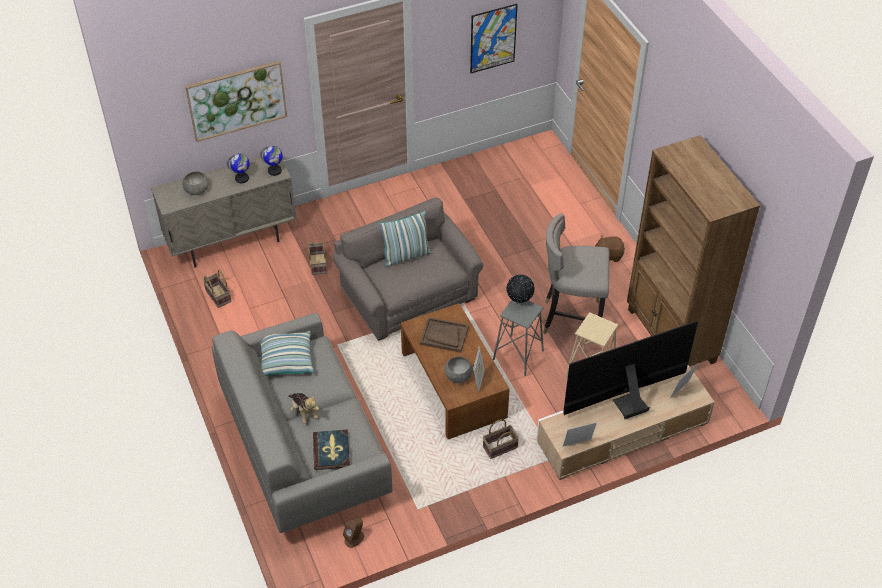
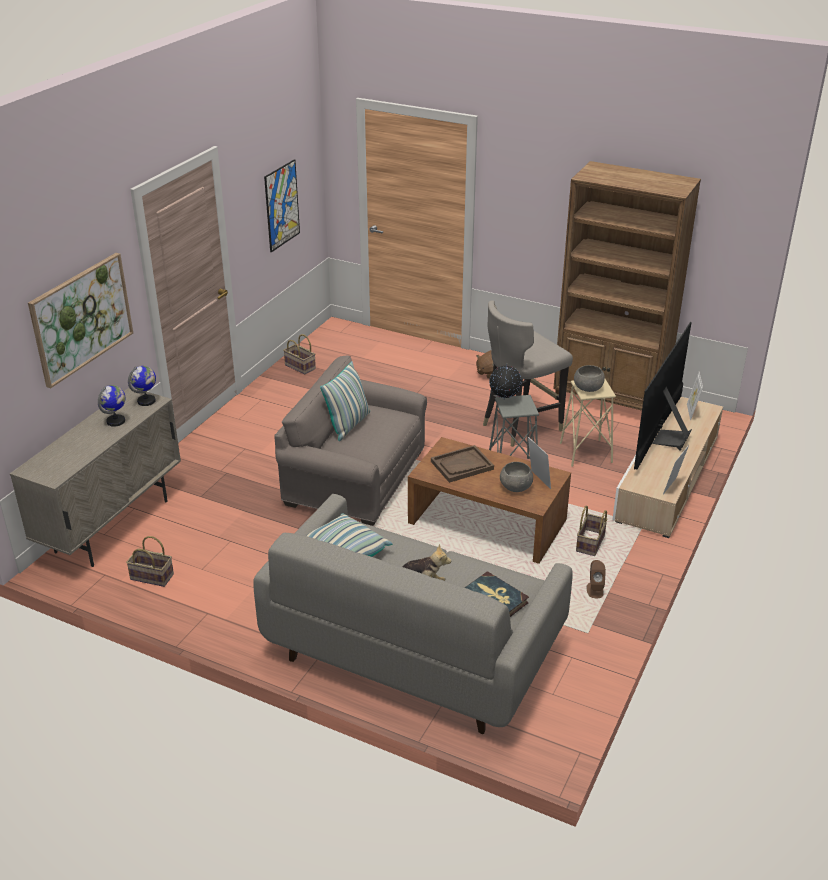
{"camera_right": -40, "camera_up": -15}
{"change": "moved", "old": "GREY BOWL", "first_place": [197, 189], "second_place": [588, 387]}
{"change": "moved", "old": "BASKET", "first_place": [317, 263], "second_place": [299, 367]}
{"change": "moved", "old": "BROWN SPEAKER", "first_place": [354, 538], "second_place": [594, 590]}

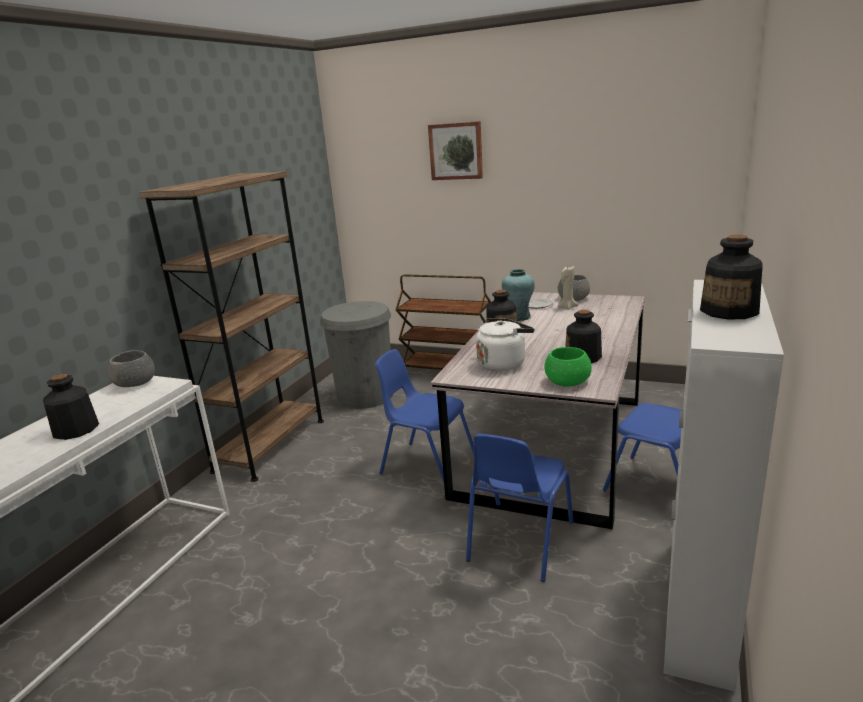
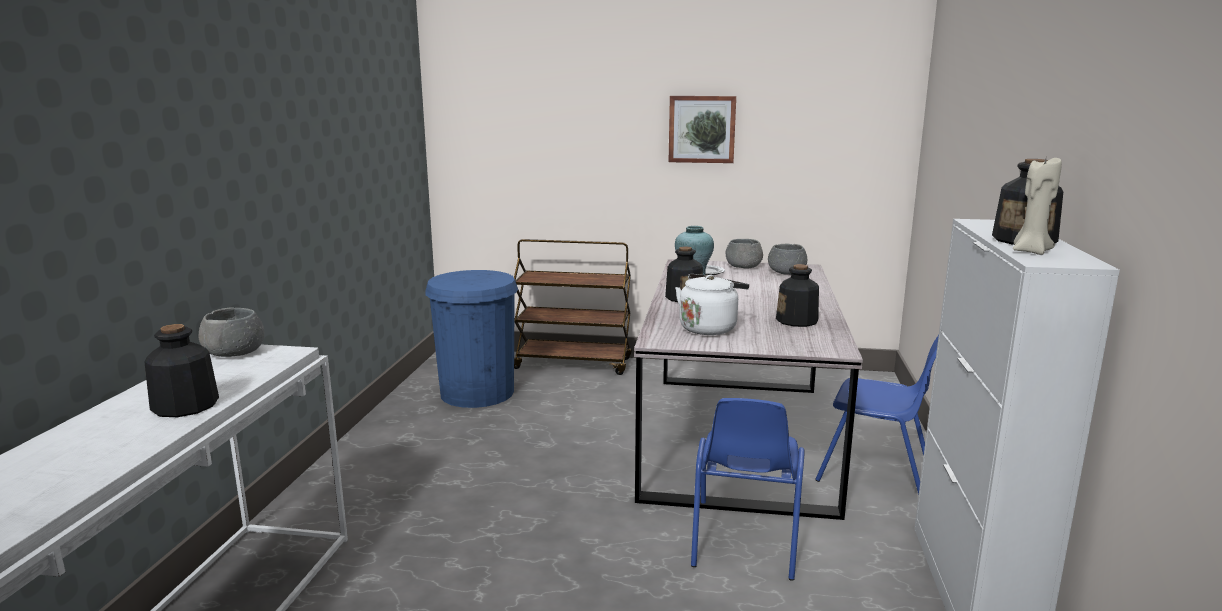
{"camera_right": -15, "camera_up": -5}
{"change": "moved", "old": "PICTURE", "first_place": [456, 151], "second_place": [702, 129]}
{"change": "removed", "old": "BROWN BOOKCASE", "first_place": [270, 445]}
{"change": "moved", "old": "BEIGE CANDLE", "first_place": [567, 307], "second_place": [1030, 251]}
{"change": "recoloured", "old": "GREY TRASH CAN", "new": "BLUE TRASH CAN", "first_place": [365, 396], "second_place": [477, 393]}
{"change": "removed", "old": "GREEN BOWL", "first_place": [568, 381]}
{"change": "removed", "old": "BLUE CHAIR", "first_place": [427, 464]}
{"change": "added", "new": "GREY BOWL", "second_place": [787, 272]}

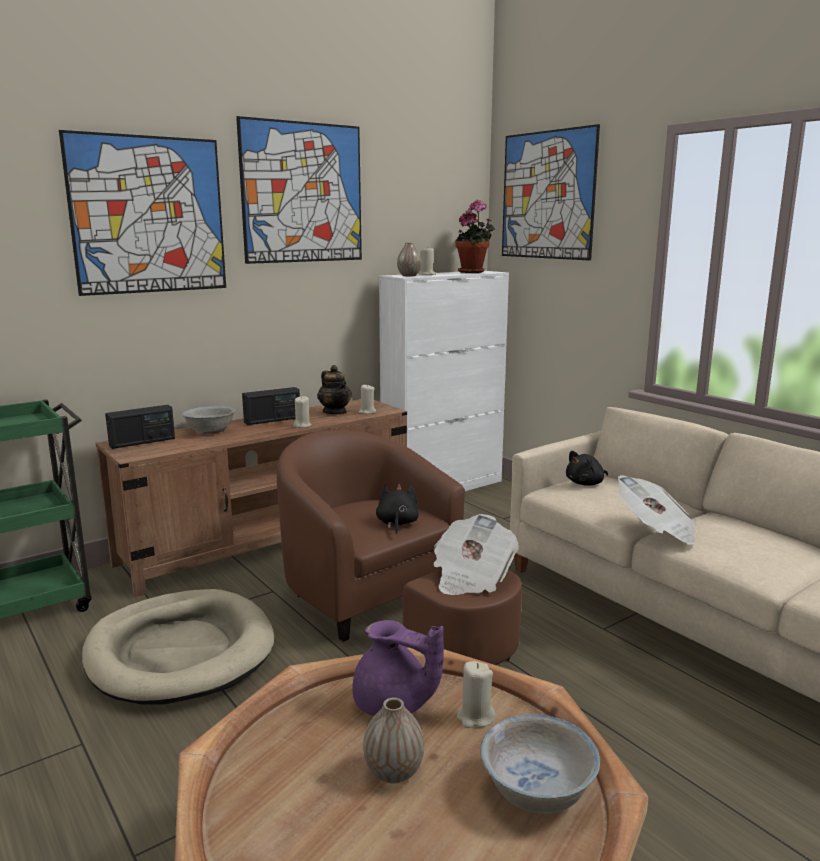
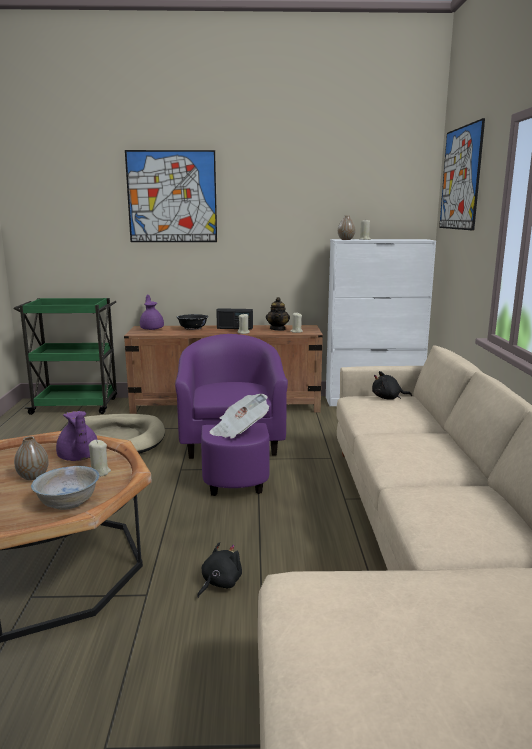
{"camera_right": 35, "camera_up": 0}
{"change": "removed", "old": "PICTURE", "first_place": [303, 193]}
{"change": "removed", "old": "POTTED PLANT", "first_place": [473, 272]}
{"change": "replaced", "old": "RADIO", "new": "PURPLE TEAPOT", "first_place": [142, 442], "second_place": [152, 328]}
{"change": "recoloured", "old": "WHITE BOWL", "new": "BLACK BOWL", "first_place": [210, 431], "second_place": [192, 328]}
{"change": "recoloured", "old": "BROWN ARMCHAIR", "new": "PURPLE ARMCHAIR", "first_place": [386, 610], "second_place": [232, 452]}
{"change": "removed", "old": "NEWSPAPER", "first_place": [656, 530]}
{"change": "moved", "old": "BLACK PLUSH TOY", "first_place": [397, 523], "second_place": [219, 583]}

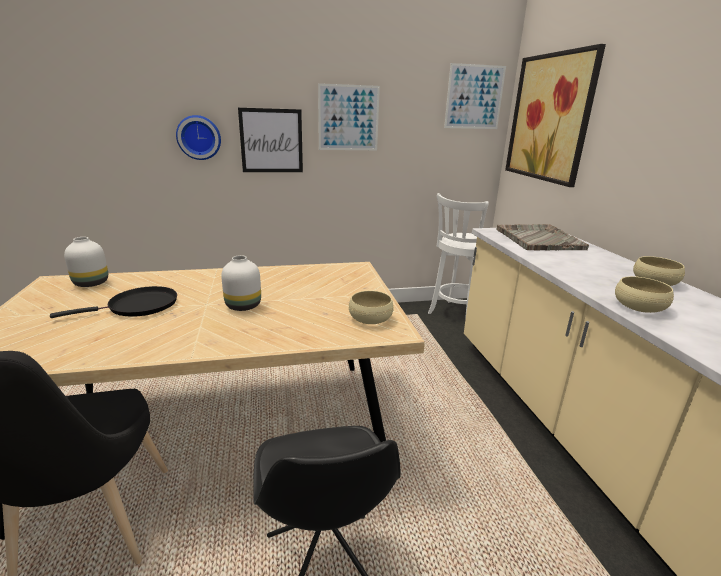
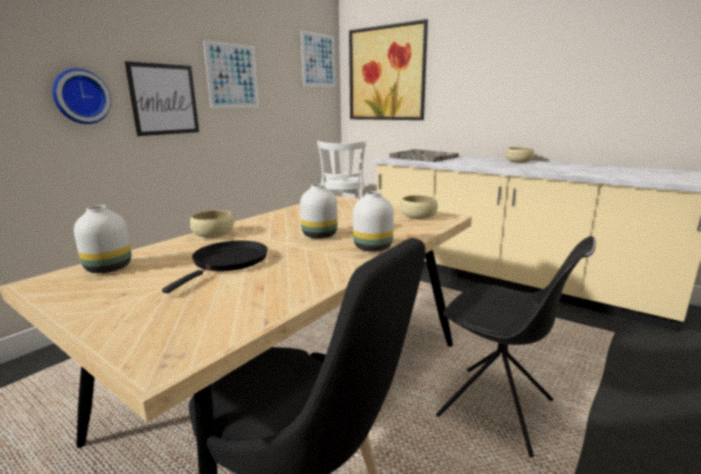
{"camera_right": -40, "camera_up": -5}
{"change": "moved", "old": "BEIGE BOWL", "first_place": [639, 307], "second_place": [213, 234]}
{"change": "added", "new": "WHITE VASE", "second_place": [373, 248]}

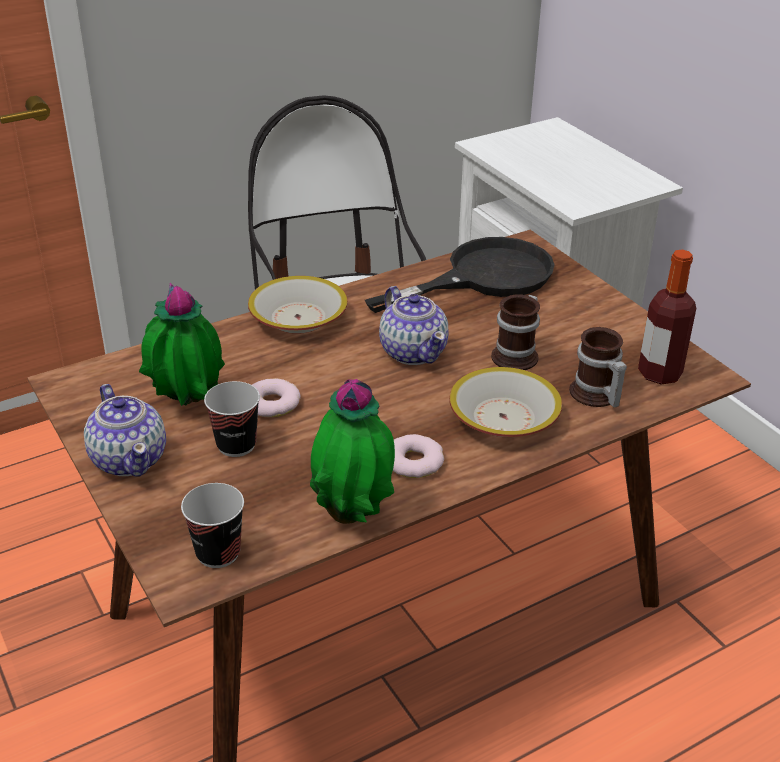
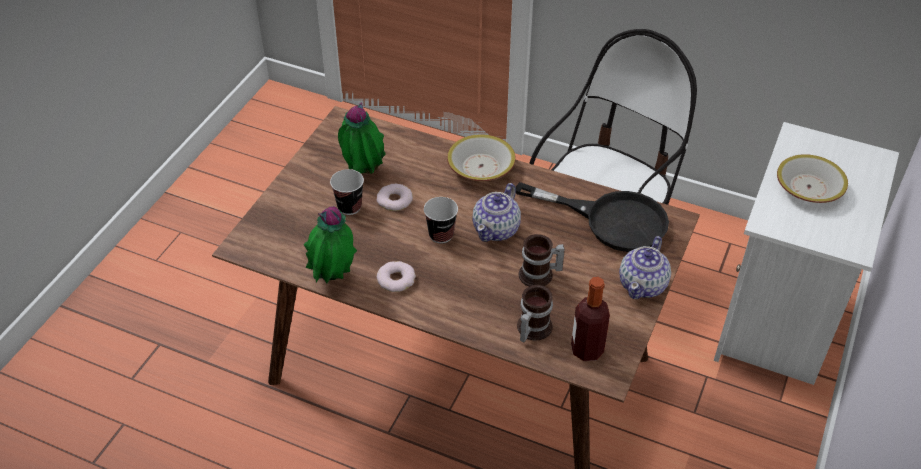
{"camera_right": 55, "camera_up": 10}
{"change": "moved", "old": "BOWL", "first_place": [503, 418], "second_place": [808, 187]}
{"change": "moved", "old": "TEAPOT", "first_place": [129, 459], "second_place": [643, 285]}
{"change": "moved", "old": "CUP", "first_place": [218, 553], "second_place": [441, 235]}

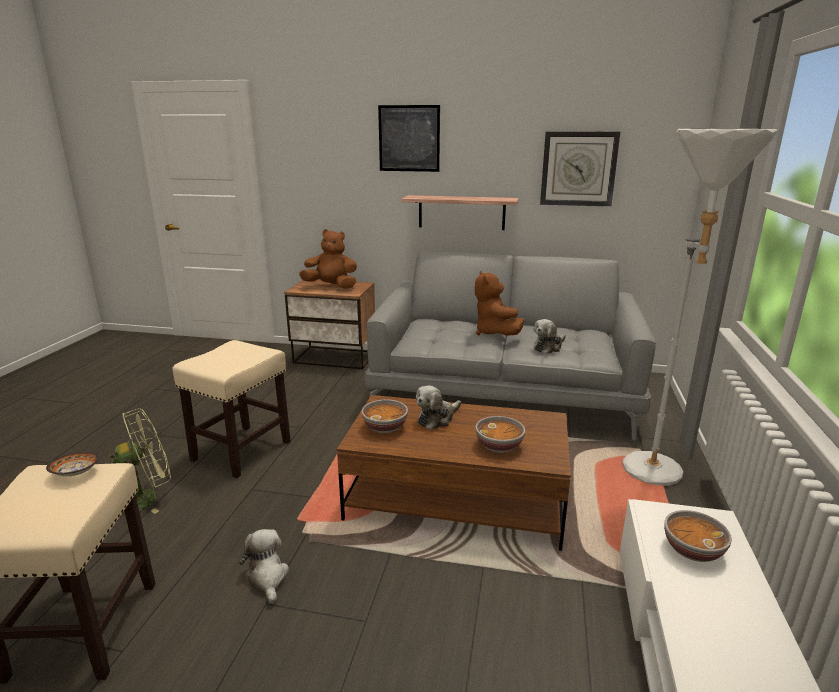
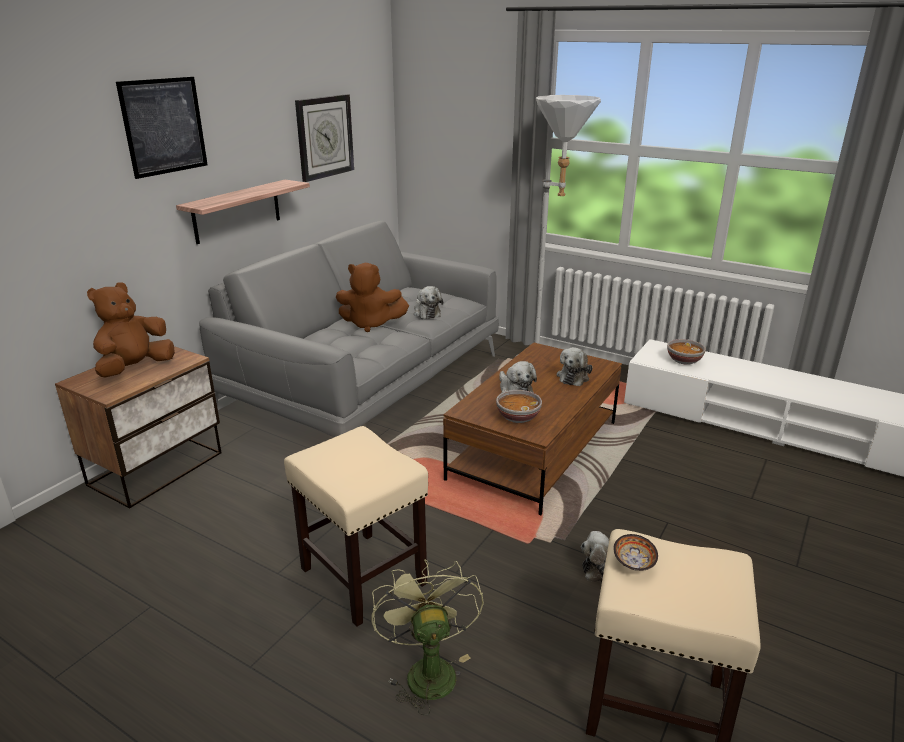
{"camera_right": -70, "camera_up": 5}
{"change": "replaced", "old": "BOWL", "new": "PLUSH TOY", "first_place": [499, 446], "second_place": [573, 376]}

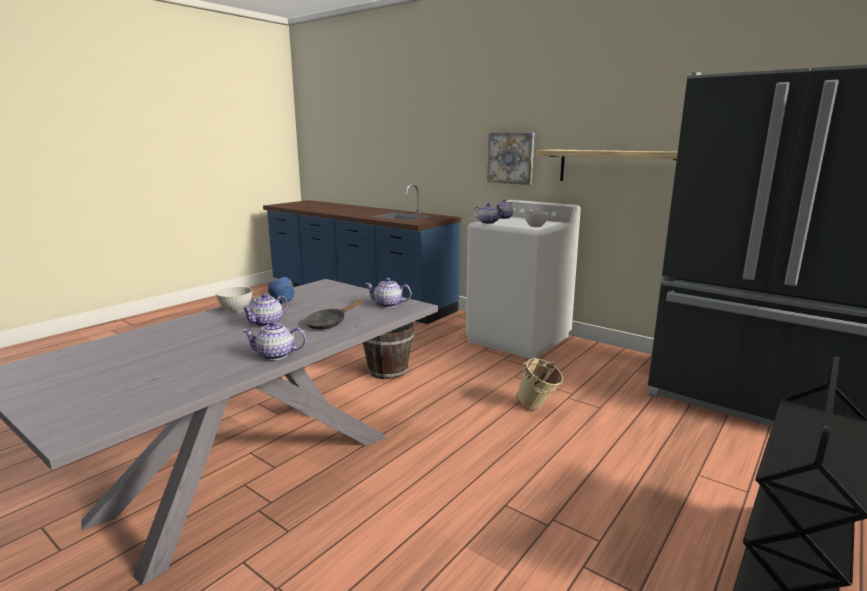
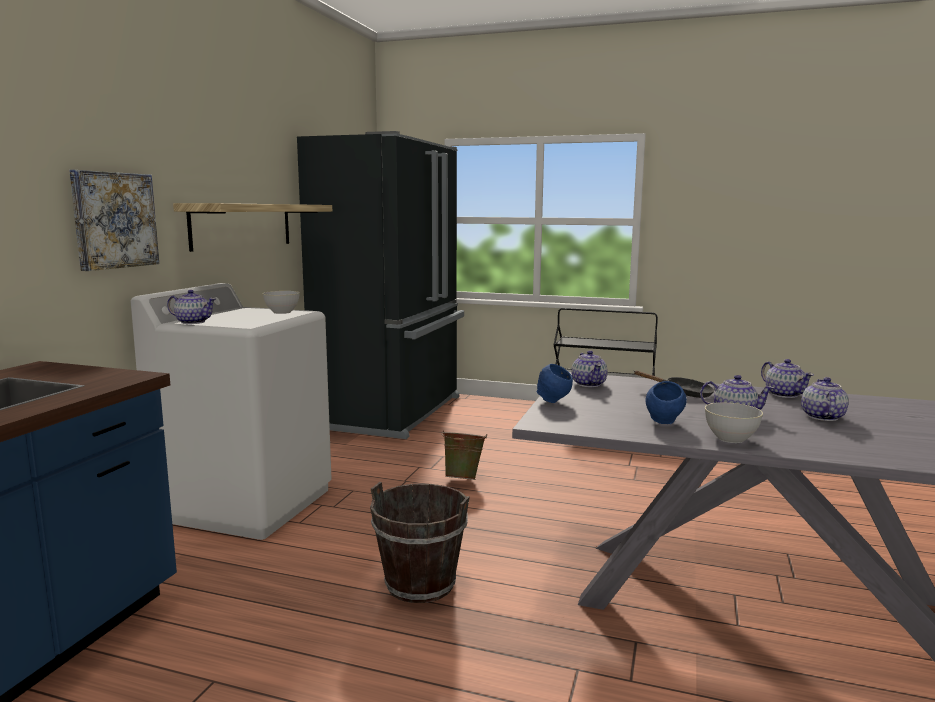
{"camera_right": -110, "camera_up": -5}
{"change": "moved", "old": "TEAPOT", "first_place": [487, 222], "second_place": [822, 417]}
{"change": "recoloured", "old": "BEIGE BUCKET", "new": "GREEN BUCKET", "first_place": [538, 407], "second_place": [463, 479]}
{"change": "added", "new": "BLUE BOWL", "second_place": [554, 402]}

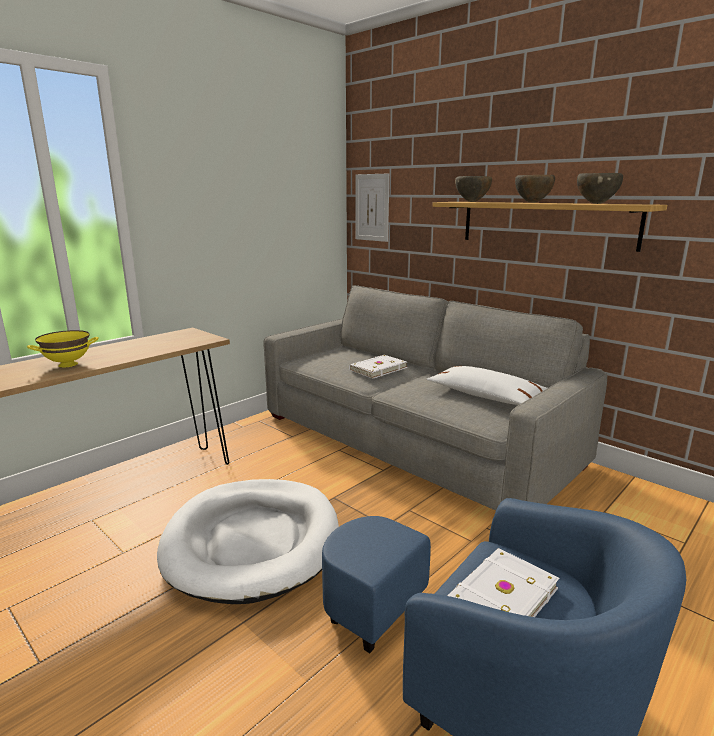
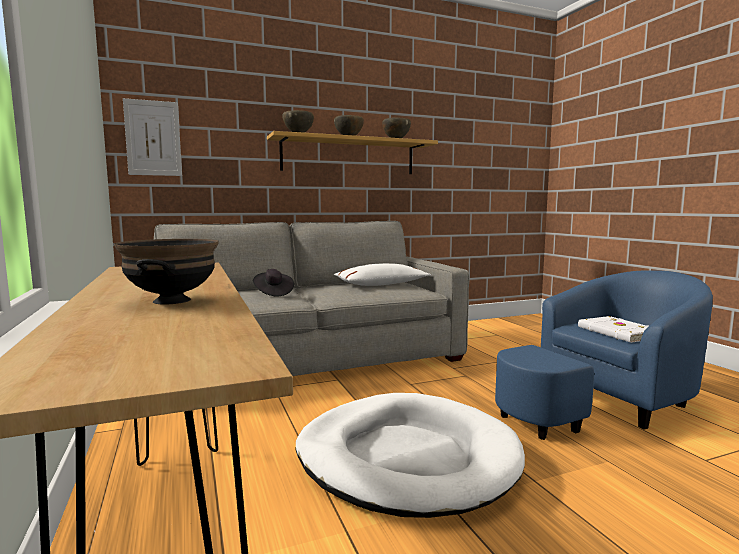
{"camera_right": -65, "camera_up": -10}
{"change": "recoloured", "old": "YELLOW BOWL", "new": "BLACK BOWL", "first_place": [67, 365], "second_place": [173, 301]}
{"change": "replaced", "old": "WHITE BOOK", "new": "BLACK HAT", "first_place": [377, 369], "second_place": [273, 293]}

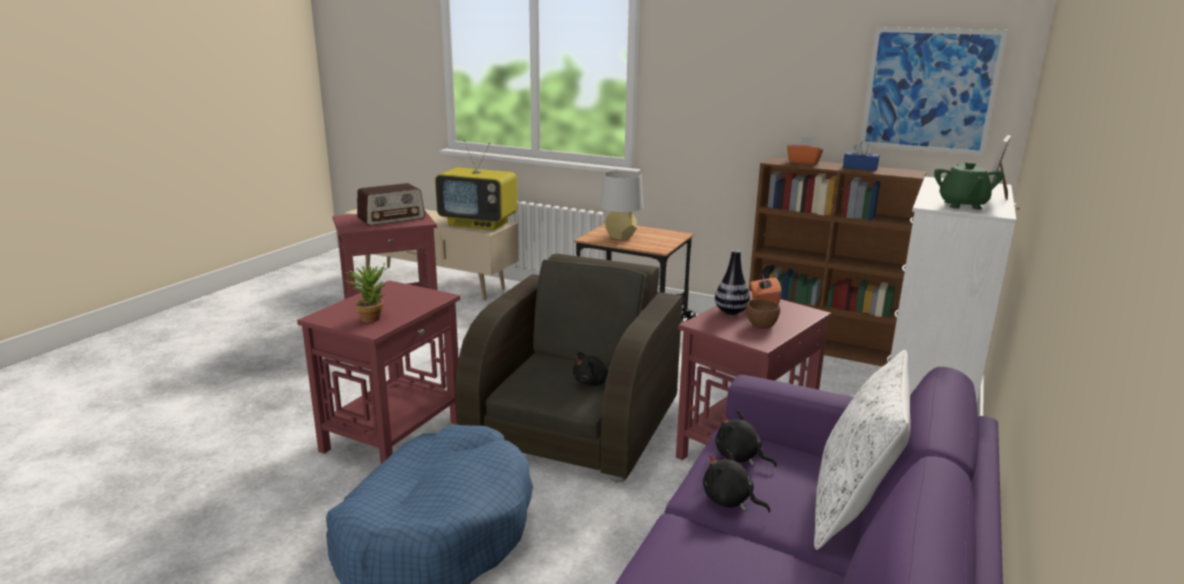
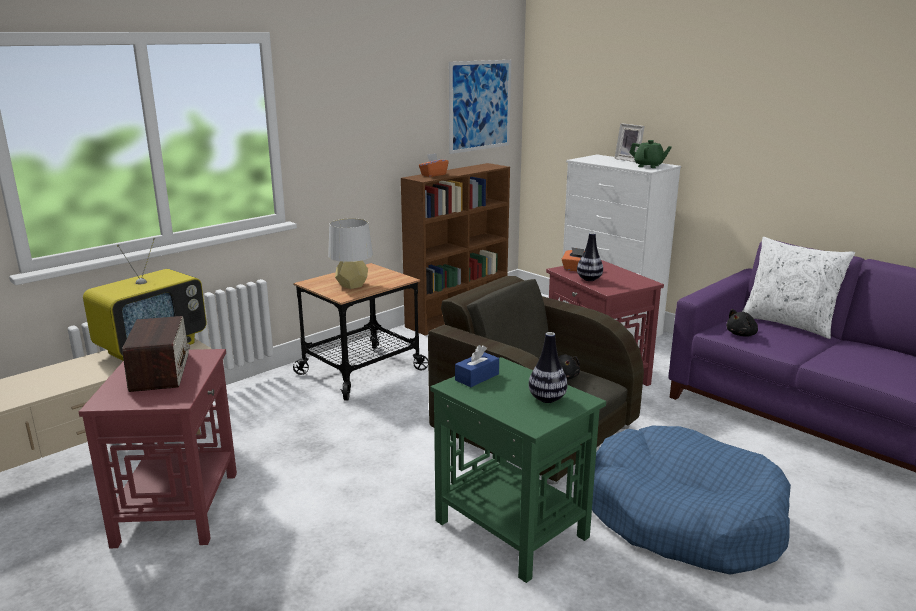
{"camera_right": -70, "camera_up": 0}
{"change": "moved", "old": "BLUE TISSUE BOX", "first_place": [860, 168], "second_place": [477, 377]}
{"change": "replaced", "old": "POTTED PLANT", "new": "VASE", "first_place": [371, 317], "second_place": [547, 399]}
{"change": "recoloured", "old": "RED SIDE TABLE", "new": "GREEN SIDE TABLE", "first_place": [393, 436], "second_place": [512, 528]}
{"change": "removed", "old": "BROWN BOWL", "first_place": [760, 325]}
{"change": "removed", "old": "BLACK PLUSH TOY", "first_place": [730, 501]}

